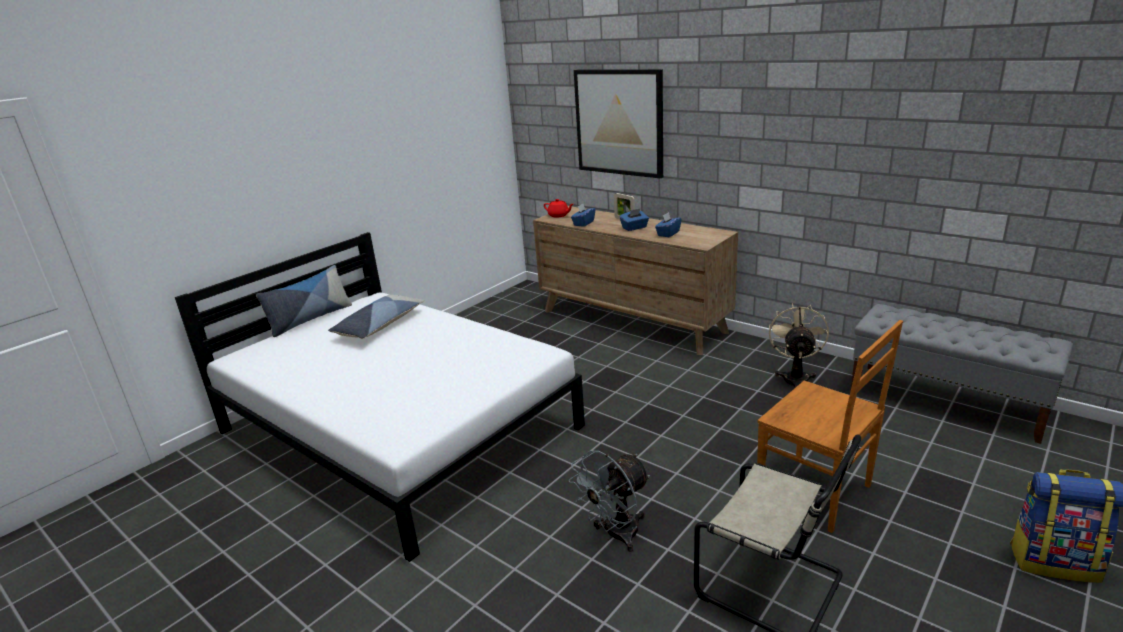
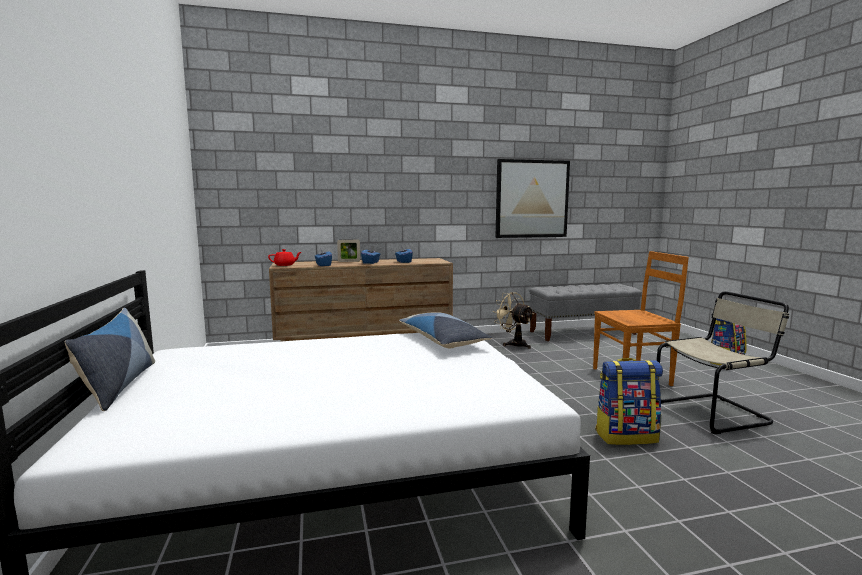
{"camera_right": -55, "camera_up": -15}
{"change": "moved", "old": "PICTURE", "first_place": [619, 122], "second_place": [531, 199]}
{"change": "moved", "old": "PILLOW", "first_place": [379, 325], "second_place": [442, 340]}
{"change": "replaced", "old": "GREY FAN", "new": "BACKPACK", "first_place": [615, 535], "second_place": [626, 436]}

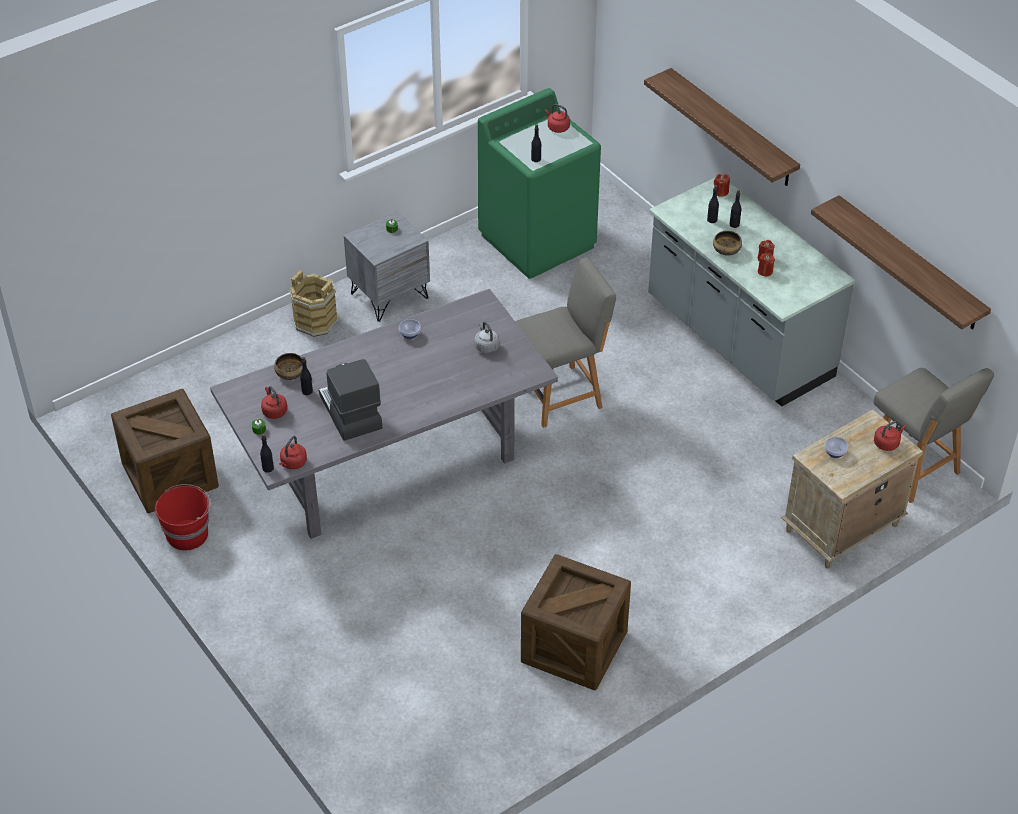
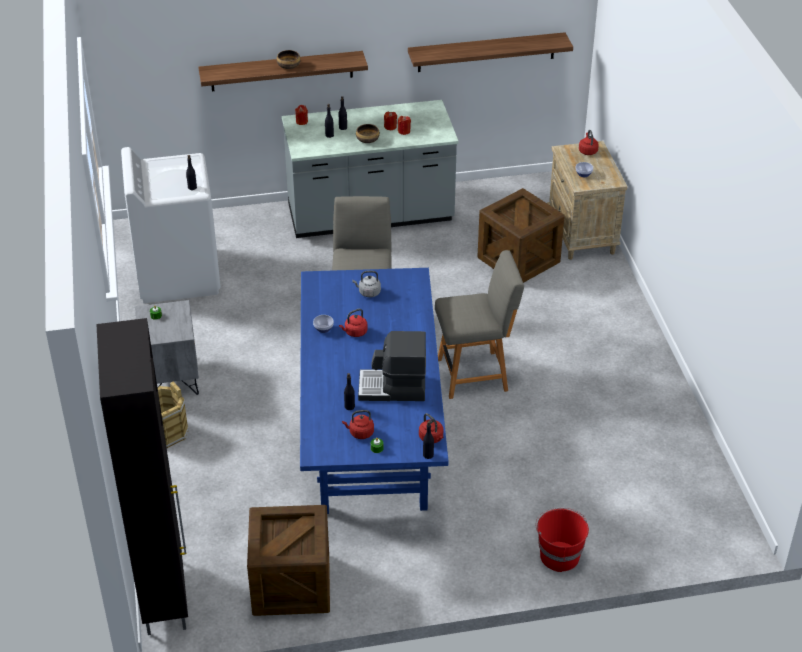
{"camera_right": -65, "camera_up": -5}
{"change": "recoloured", "old": "GREEN WASHING MACHINE", "new": "WHITE WASHING MACHINE", "first_place": [538, 240], "second_place": [177, 275]}
{"change": "moved", "old": "RED KETTLE", "first_place": [557, 127], "second_place": [354, 332]}
{"change": "recoloured", "old": "GREY DINING TABLE", "new": "BLUE DINING TABLE", "first_place": [389, 463], "second_place": [371, 437]}
{"change": "moved", "old": "BOWL", "first_place": [290, 373], "second_place": [288, 66]}
{"change": "moved", "old": "GREY CHAIR", "first_place": [913, 469], "second_place": [475, 374]}
{"change": "moved", "old": "RED BUCKET", "first_place": [188, 534], "second_place": [559, 555]}
{"change": "moved", "old": "CRATE", "first_place": [574, 647], "second_place": [518, 260]}
{"change": "added", "new": "BLACK CABINET", "second_place": [164, 595]}

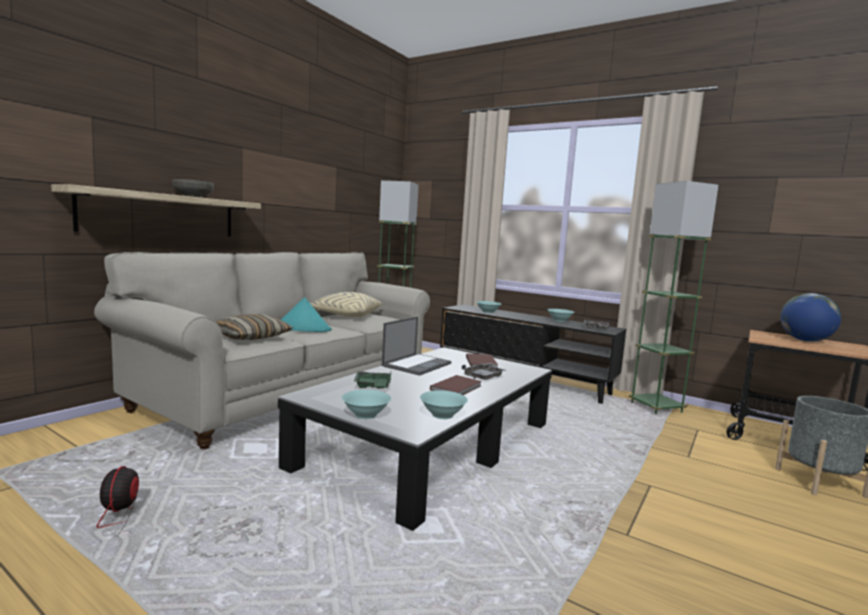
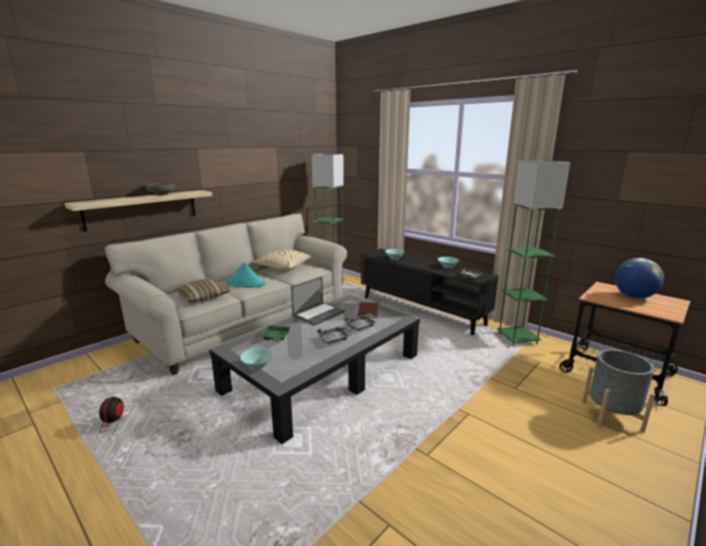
{"camera_right": 10, "camera_up": 10}
{"change": "replaced", "old": "BROWN BOOK", "new": "GREY TRAY", "first_place": [457, 388], "second_place": [335, 339]}
{"change": "removed", "old": "TURQUOISE BOWL", "first_place": [442, 415]}

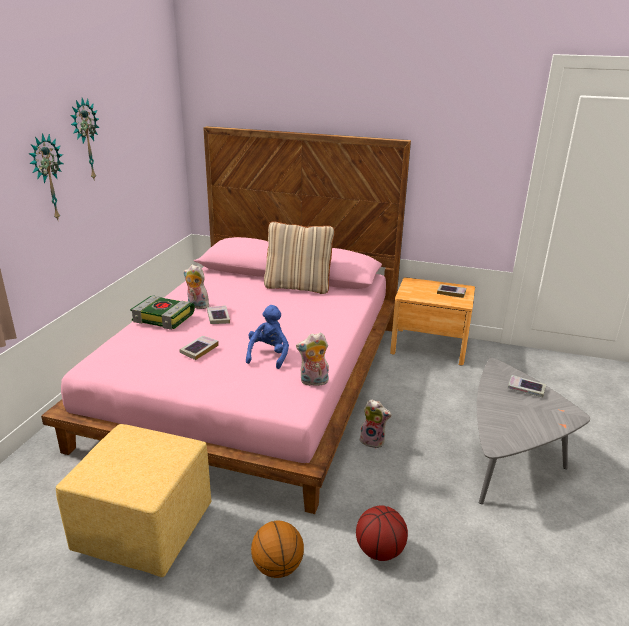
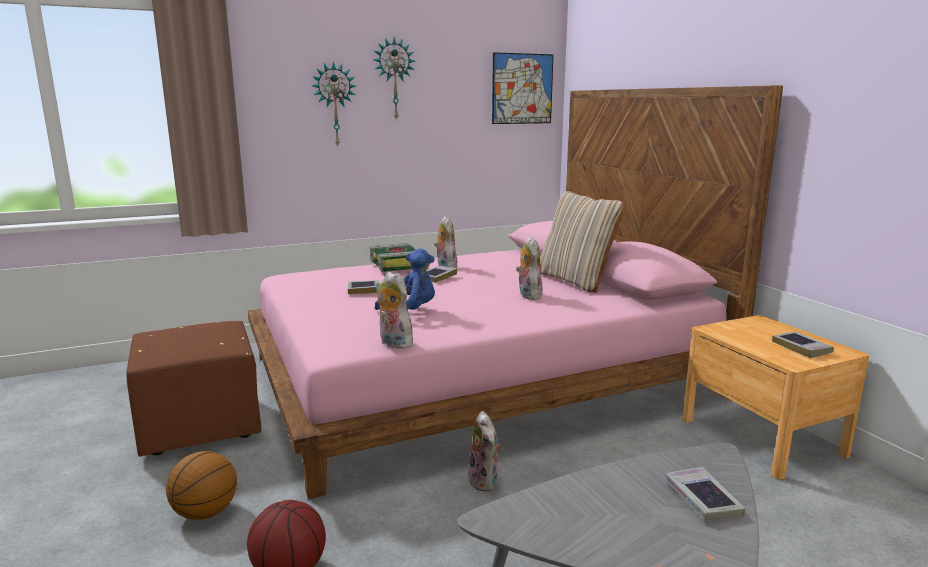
{"camera_right": 50, "camera_up": -10}
{"change": "recoloured", "old": "YELLOW OTTOMAN", "new": "BROWN OTTOMAN", "first_place": [146, 528], "second_place": [203, 427]}
{"change": "added", "new": "PICTURE", "second_place": [522, 89]}
{"change": "added", "new": "PLUSH TOY", "second_place": [528, 295]}

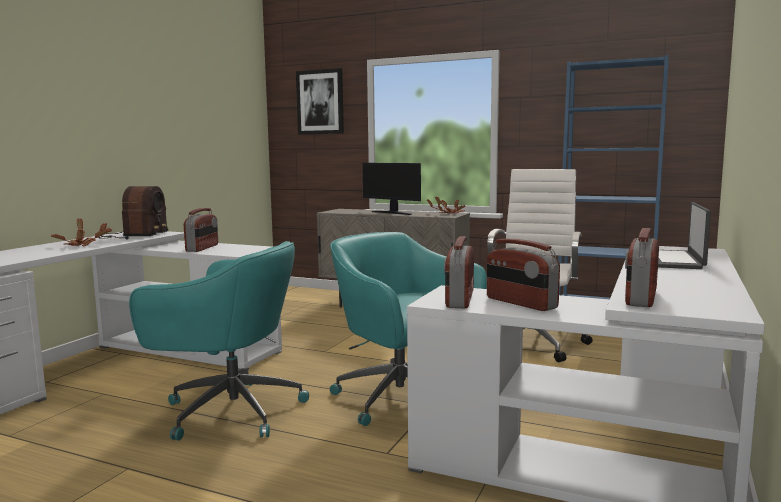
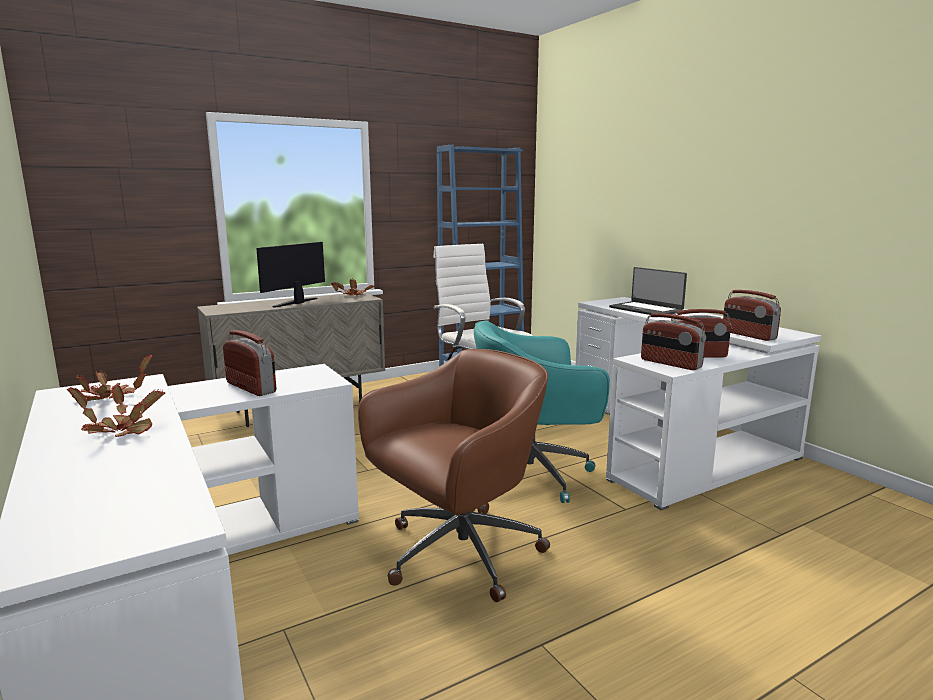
{"camera_right": -55, "camera_up": 5}
{"change": "removed", "old": "PICTURE", "first_place": [320, 102]}
{"change": "turned", "old": "MONITOR", "first_place": [392, 213], "second_place": [297, 303], "degrees": 135}
{"change": "replaced", "old": "RADIO", "new": "POTTED PLANT", "first_place": [133, 235], "second_place": [109, 398]}
{"change": "recoloured", "old": "TURQUOISE OFFICE CHAIR", "new": "BROWN OFFICE CHAIR", "first_place": [229, 410], "second_place": [458, 554]}

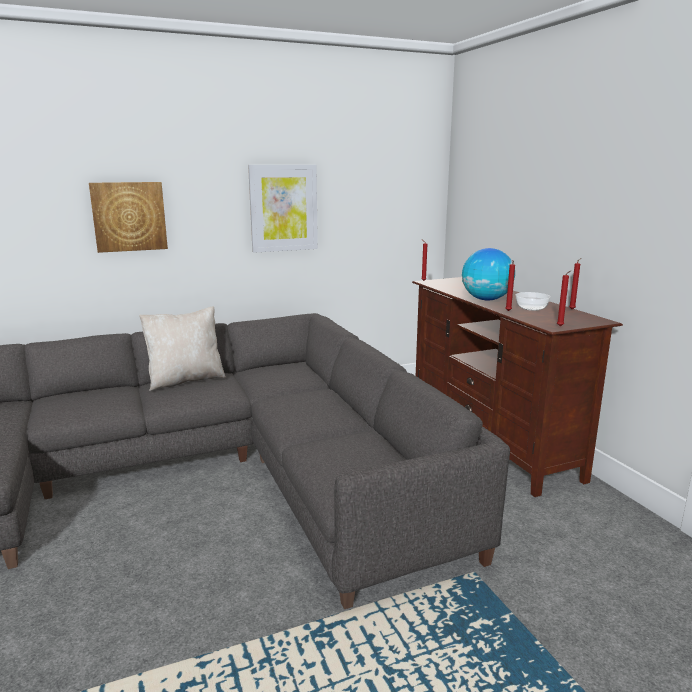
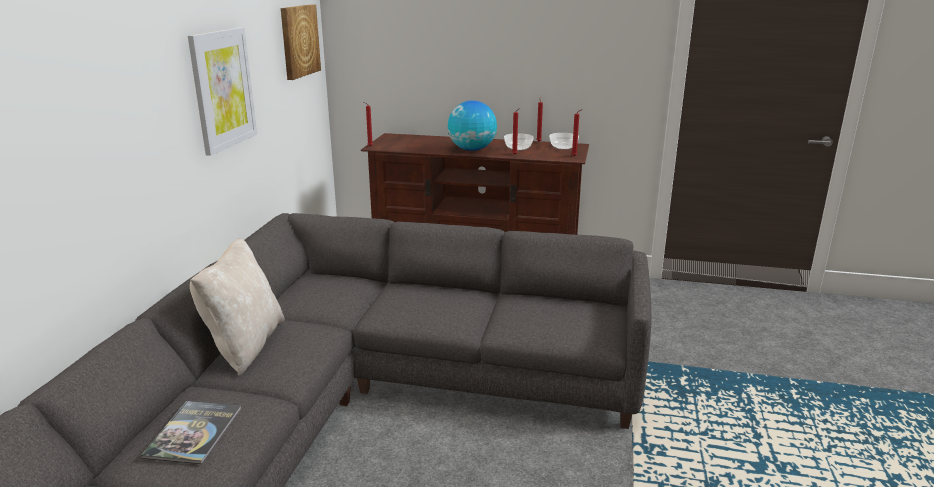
{"camera_right": -55, "camera_up": 5}
{"change": "moved", "old": "PICTURE", "first_place": [129, 216], "second_place": [299, 41]}
{"change": "added", "new": "BOWL", "second_place": [563, 147]}
{"change": "added", "new": "BOOK", "second_place": [194, 432]}

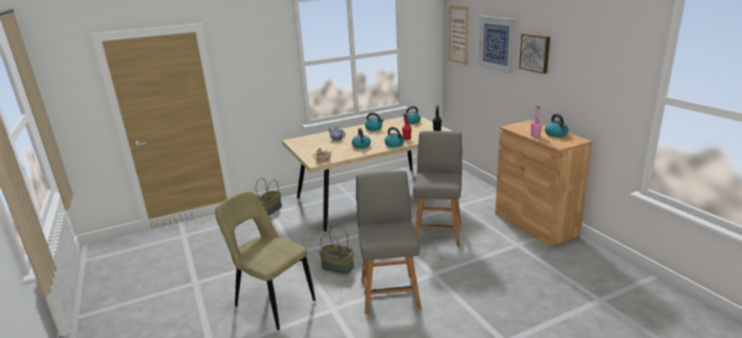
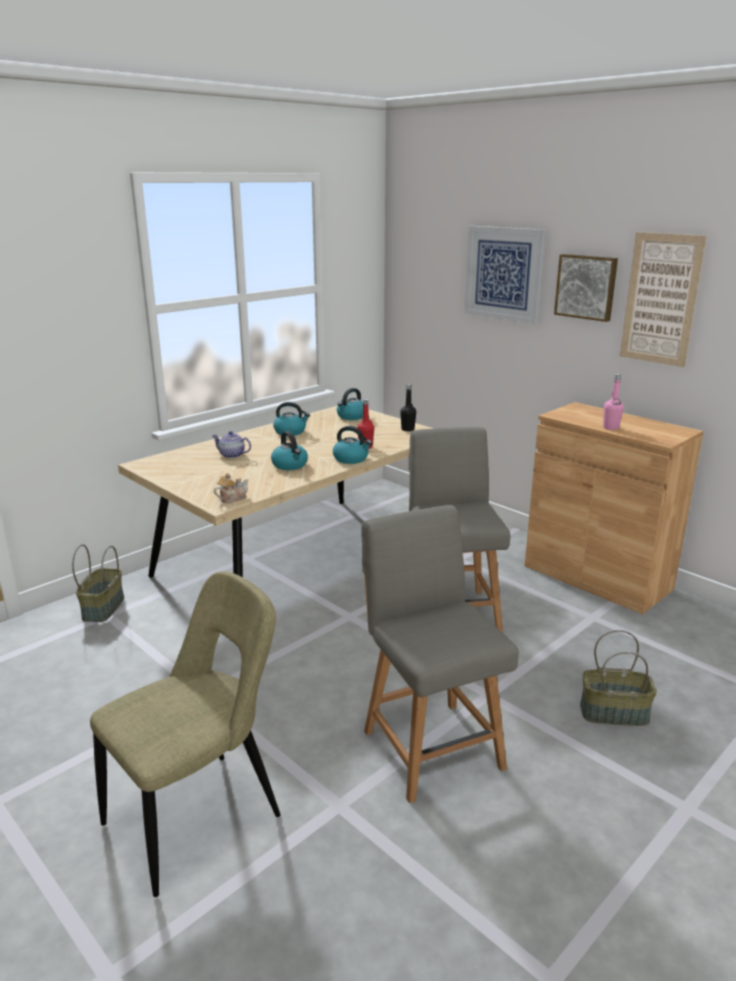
{"camera_right": -20, "camera_up": 0}
{"change": "moved", "old": "PICTURE", "first_place": [458, 34], "second_place": [661, 299]}
{"change": "removed", "old": "KETTLE", "first_place": [556, 134]}
{"change": "turned", "old": "BEIGE CHAIR", "first_place": [272, 302], "second_place": [200, 816], "degrees": 120}
{"change": "moved", "old": "BASKET", "first_place": [338, 267], "second_place": [614, 713]}

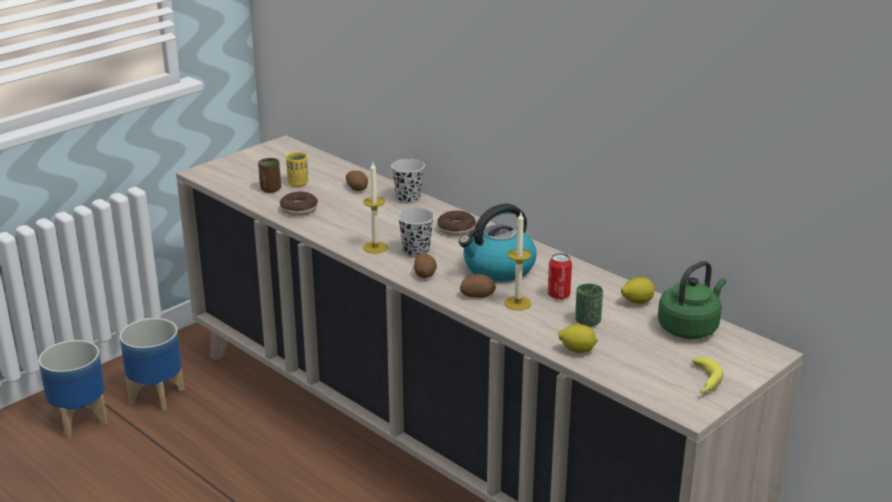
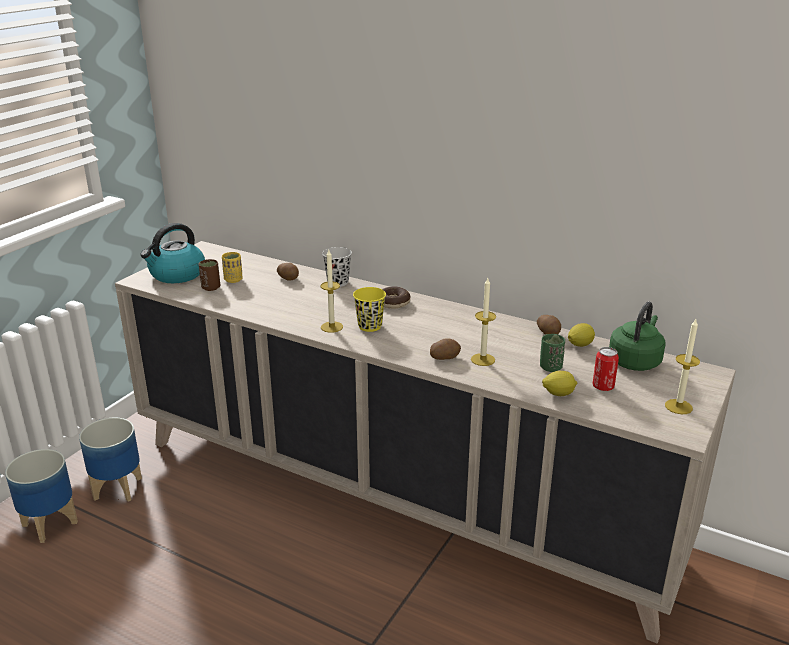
{"camera_right": -15, "camera_up": 0}
{"change": "removed", "old": "DONUT", "first_place": [299, 209]}
{"change": "moved", "old": "KETTLE", "first_place": [498, 269], "second_place": [176, 275]}
{"change": "recoloured", "old": "BLACK CUP", "new": "YELLOW CUP", "first_place": [416, 252], "second_place": [370, 326]}
{"change": "moved", "old": "POTATO", "first_place": [425, 274], "second_place": [549, 332]}
{"change": "moved", "old": "CAN", "first_place": [558, 295], "second_place": [603, 387]}
{"change": "replaced", "old": "BANANA", "new": "CANDLE", "first_place": [704, 382], "second_place": [678, 406]}

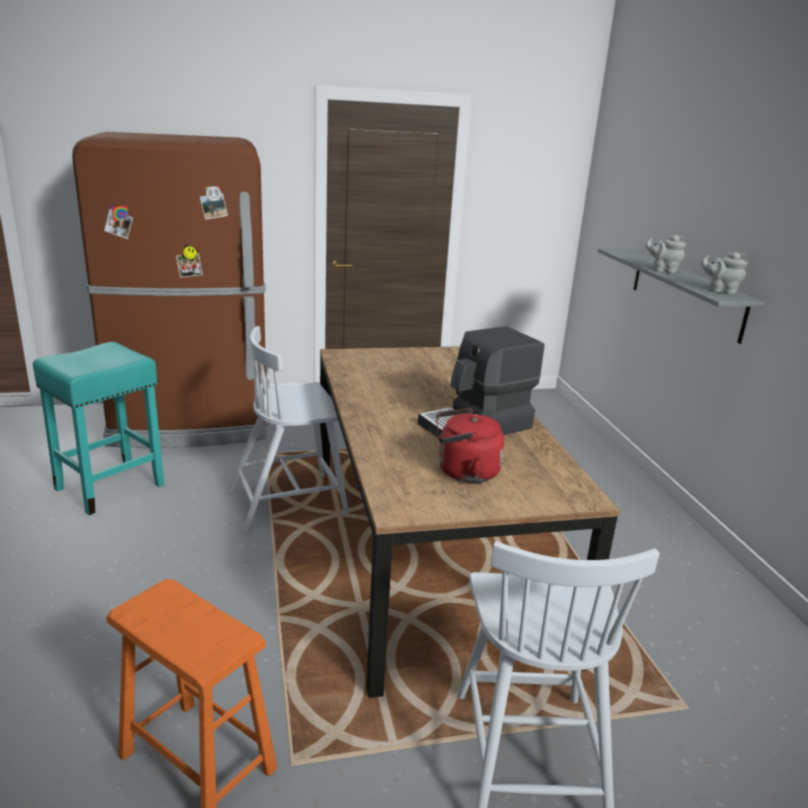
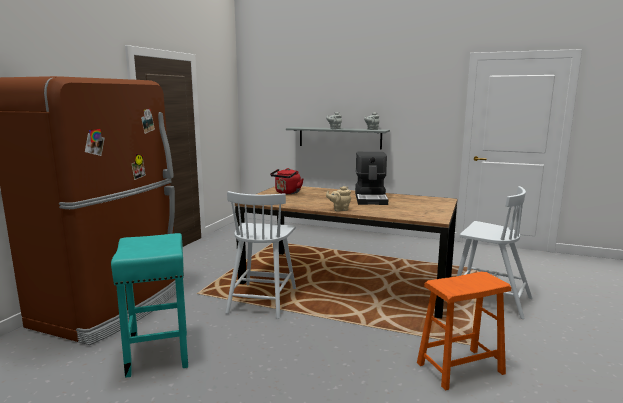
{"camera_right": -55, "camera_up": -10}
{"change": "moved", "old": "RED KETTLE", "first_place": [464, 472], "second_place": [287, 193]}
{"change": "added", "new": "BEIGE TEAPOT", "second_place": [339, 210]}

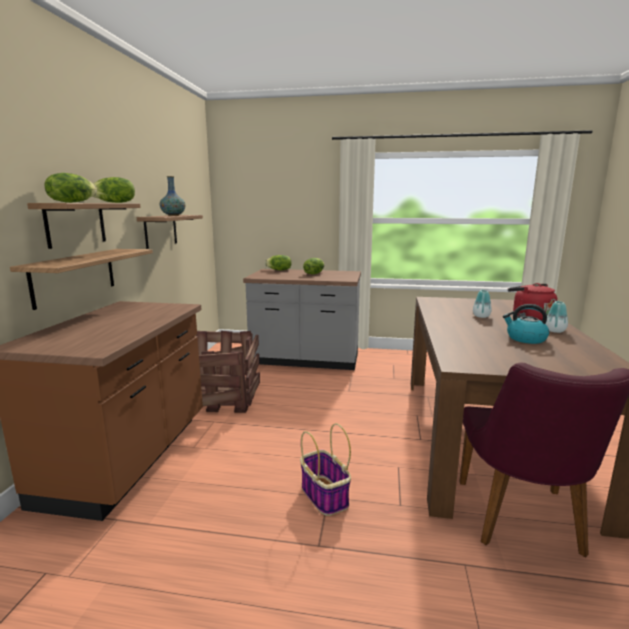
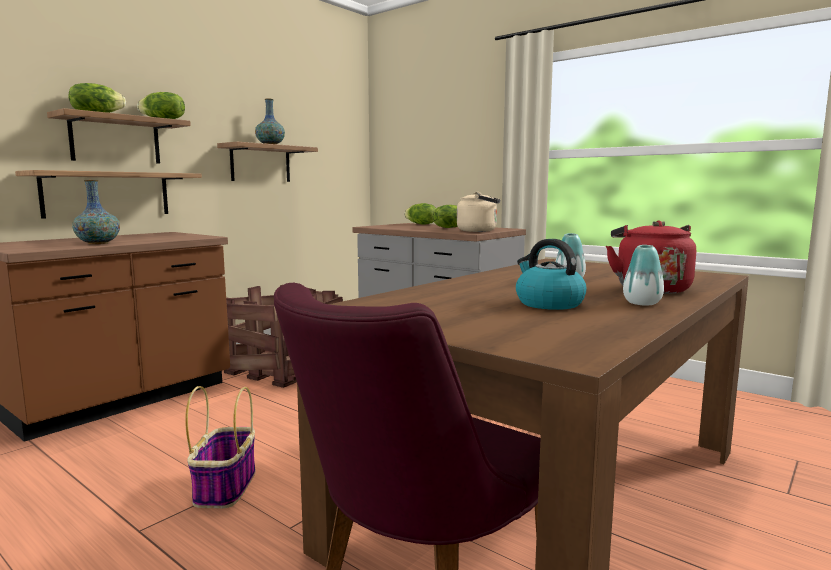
{"camera_right": 30, "camera_up": -5}
{"change": "added", "new": "VASE", "second_place": [98, 243]}
{"change": "added", "new": "BEIGE KETTLE", "second_place": [479, 231]}

